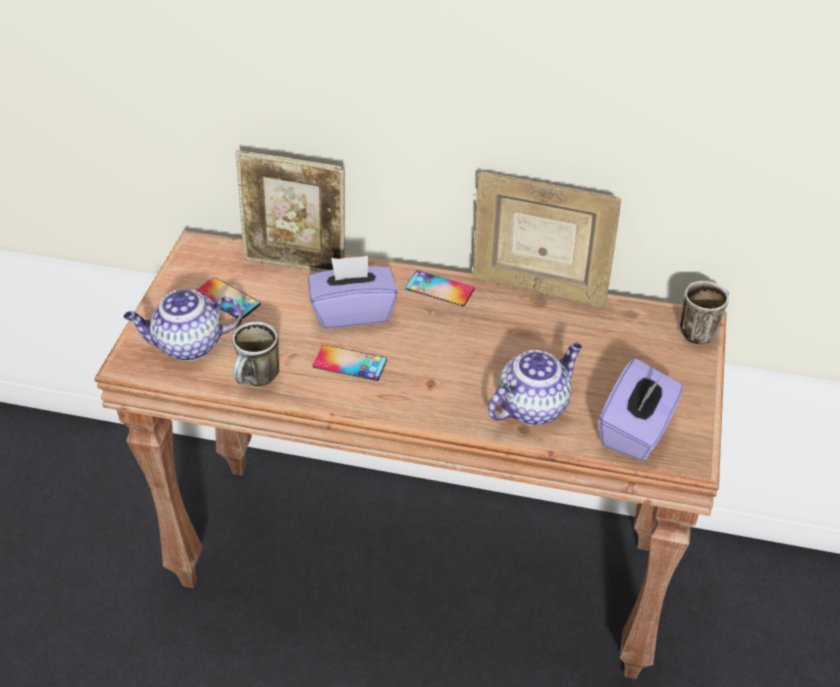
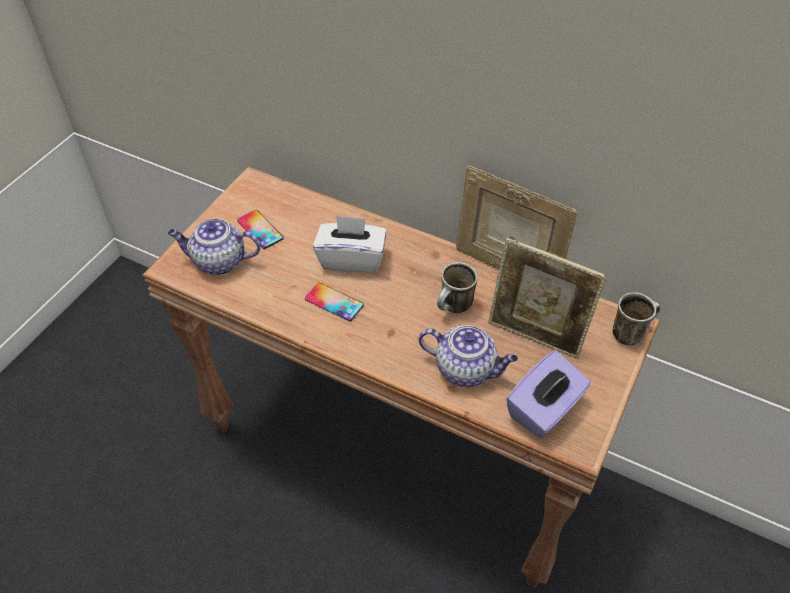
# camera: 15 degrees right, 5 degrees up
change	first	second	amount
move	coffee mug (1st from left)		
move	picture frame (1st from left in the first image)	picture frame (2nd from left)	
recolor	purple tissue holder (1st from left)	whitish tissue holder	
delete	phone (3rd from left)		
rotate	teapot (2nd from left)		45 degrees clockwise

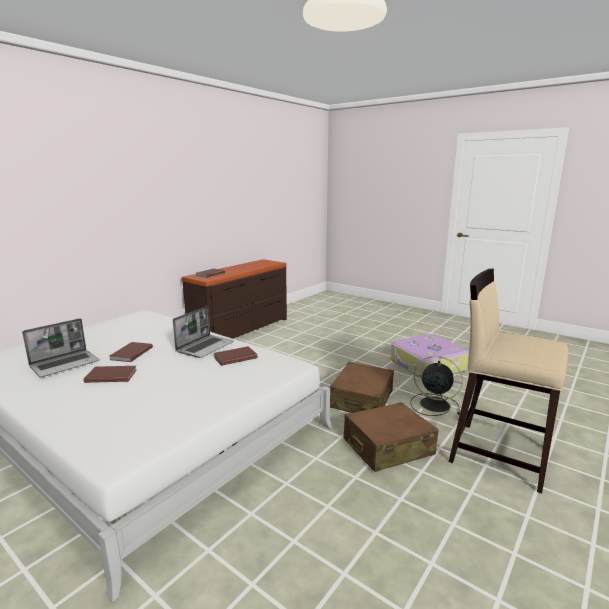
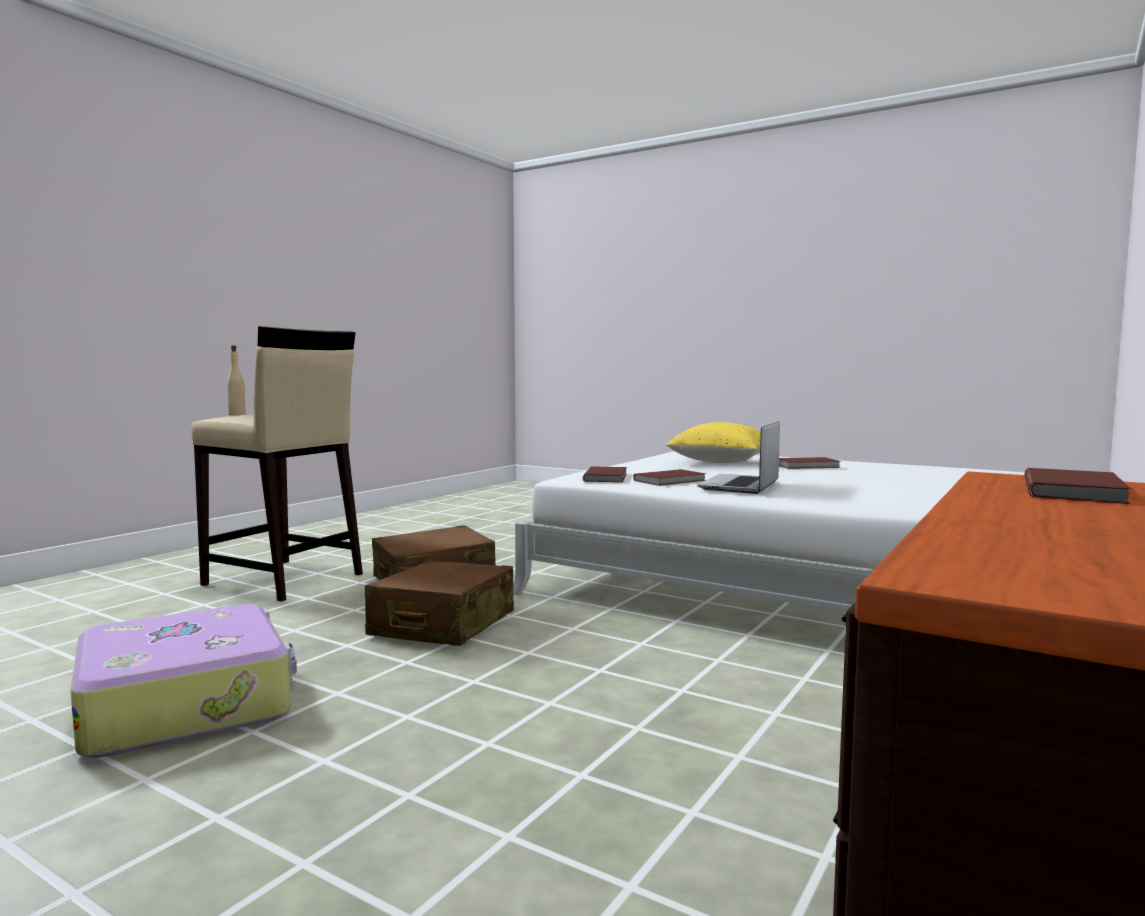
# camera: 175 degrees right, 10 degrees down
change	first	second	amount
delete	notebook computer (1st from left)		
move	brown-coloured bound book (2nd from left in the first image)	brown-coloured bound book (1st from left)	
delete	blackish fan		
insert		sand-coloured drink bottle	
insert		yellowish cushion	

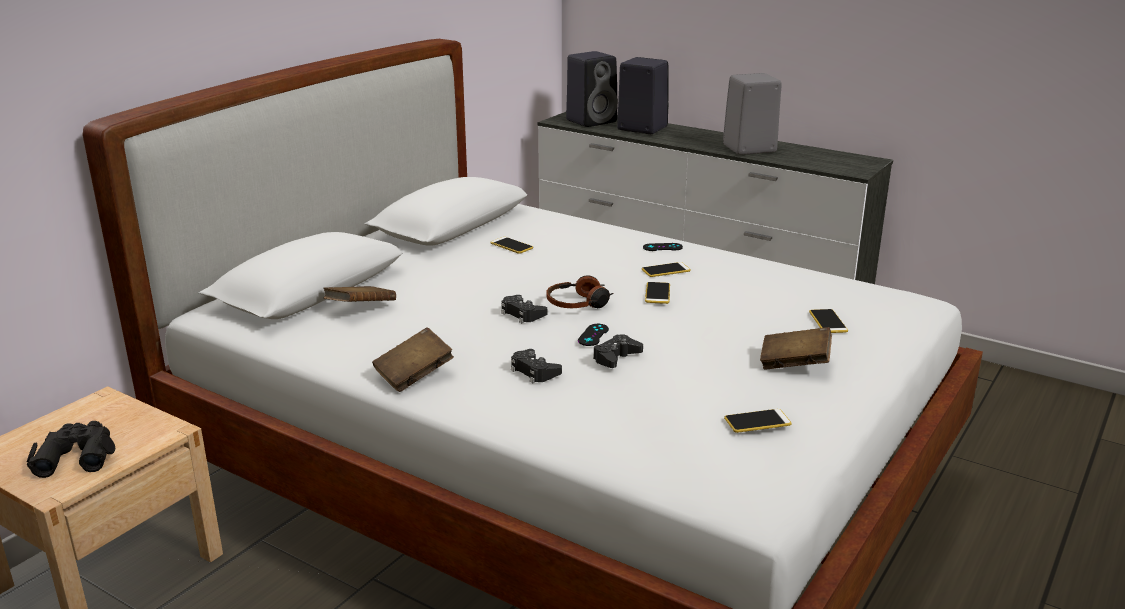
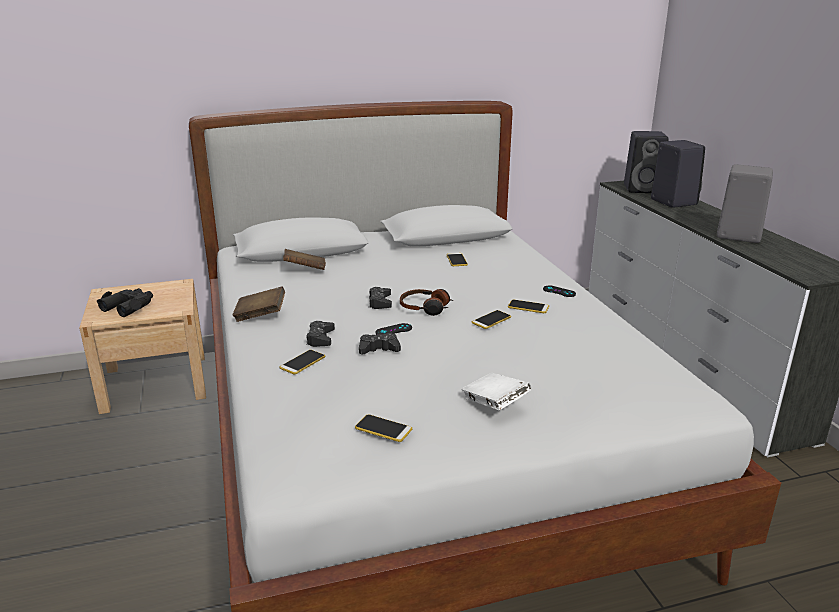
# camera: 40 degrees right, 0 degrees up
change	first	second	amount
recolor	brown-coloured bound book (3rd from left)	whitish bound book	
move	phone (5th from left in the first image)	phone (1st from left)	

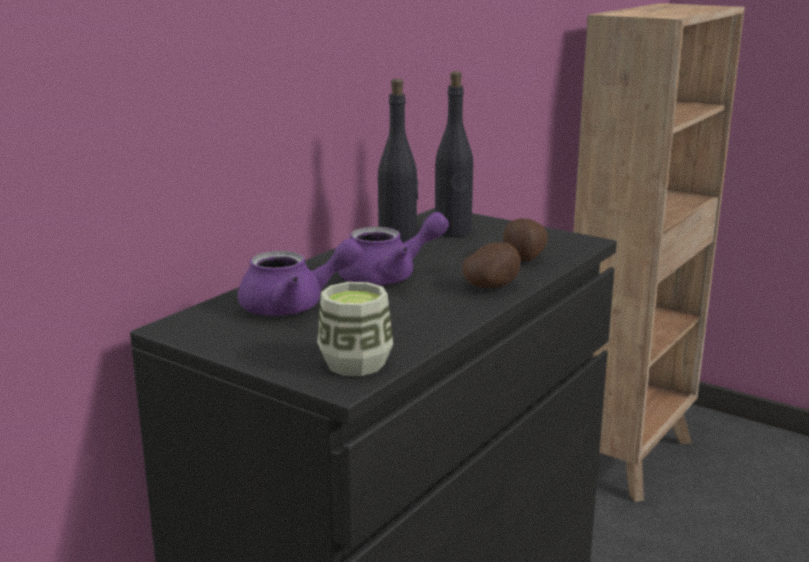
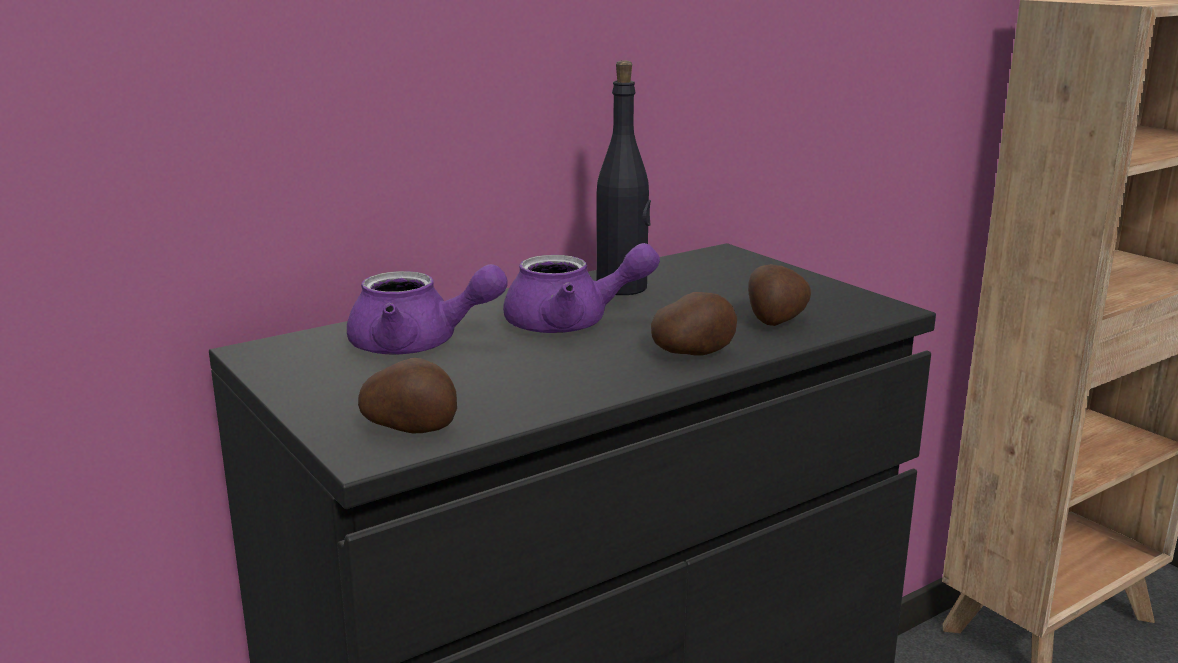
# camera: 20 degrees right, 0 degrees up
change	first	second	amount
replace	drinking cup	potato (1st from left)	
delete	blackish drink bottle (2nd from left)		

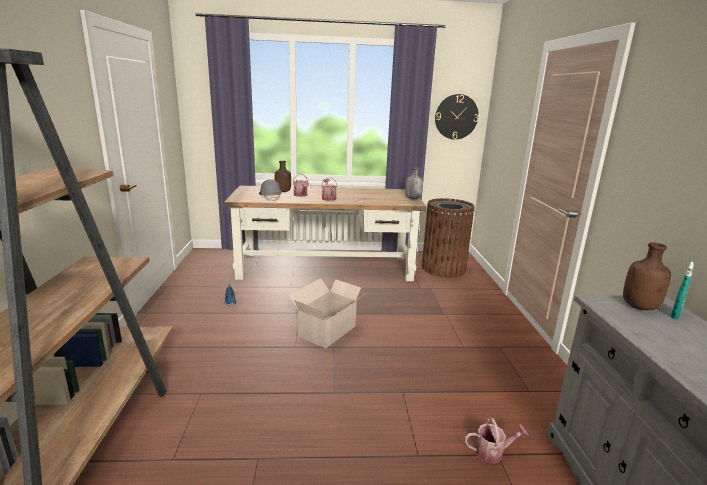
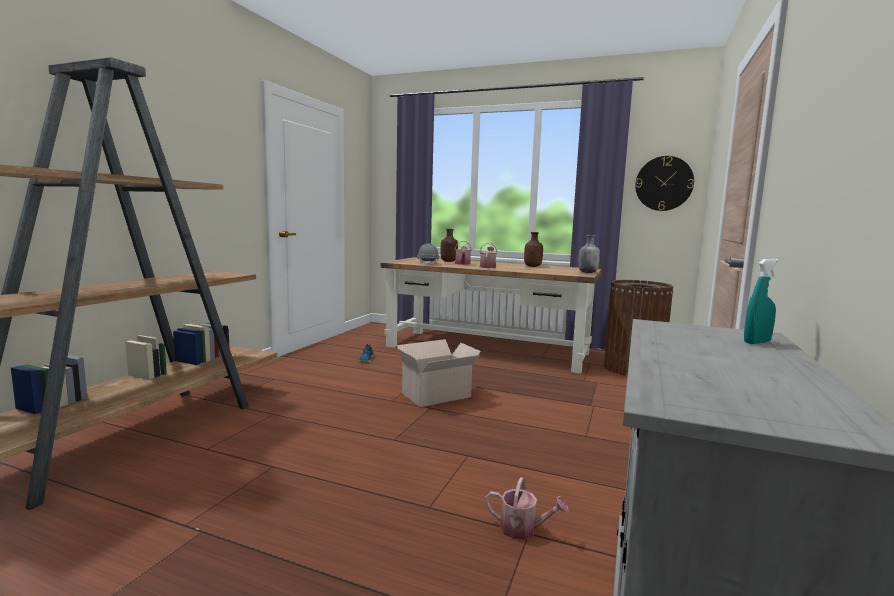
# camera: 25 degrees right, 10 degrees down
change	first	second	amount
move	brown-coloured drink bottle (2nd from left)		

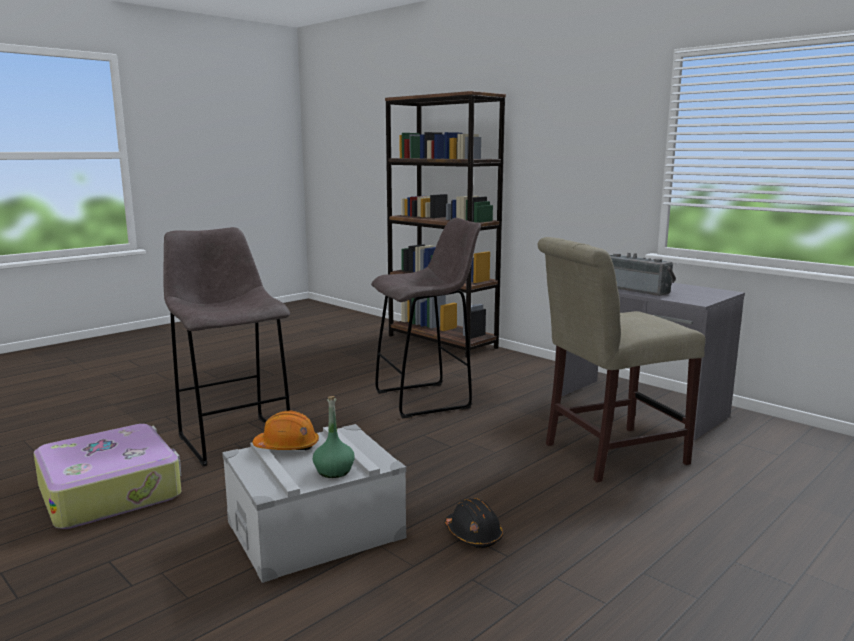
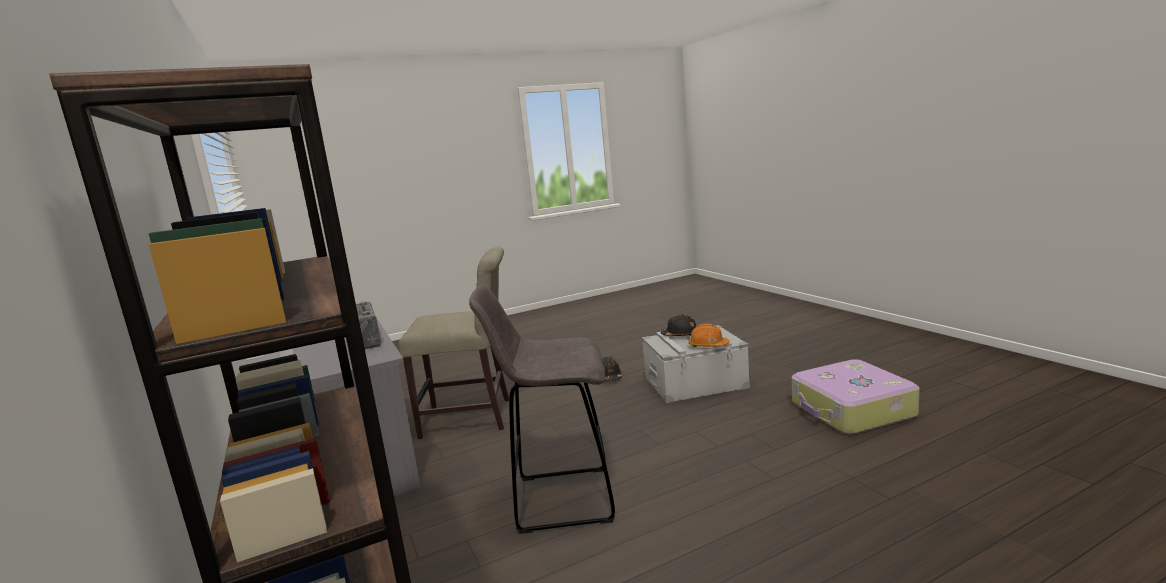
# camera: 160 degrees left, 0 degrees up
change	first	second	amount
delete	greyish sitting stool (1st from left)		
replace	greenish drink bottle	blackish hard hat (2nd from left)	

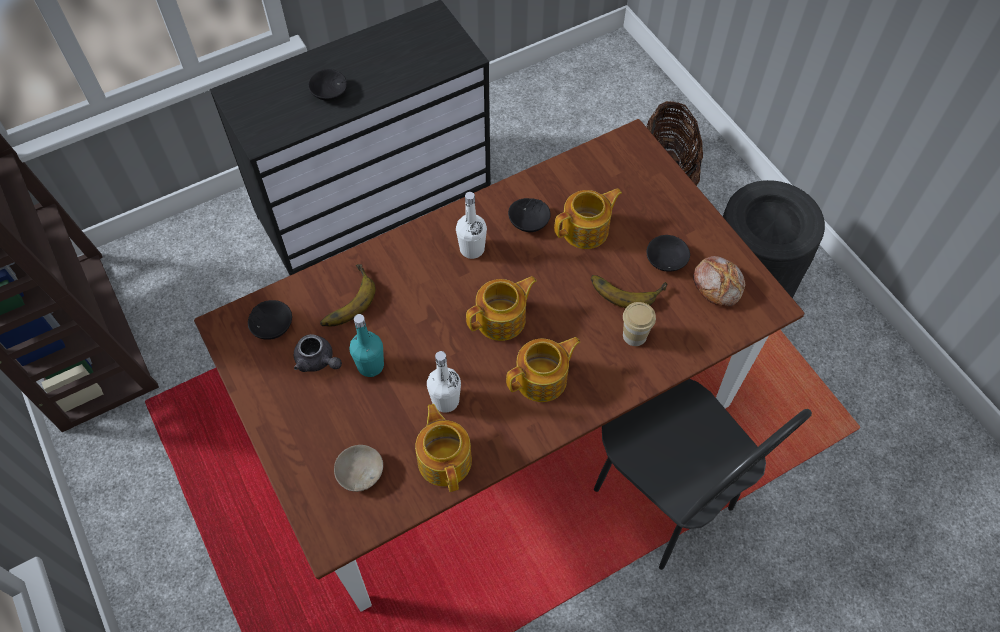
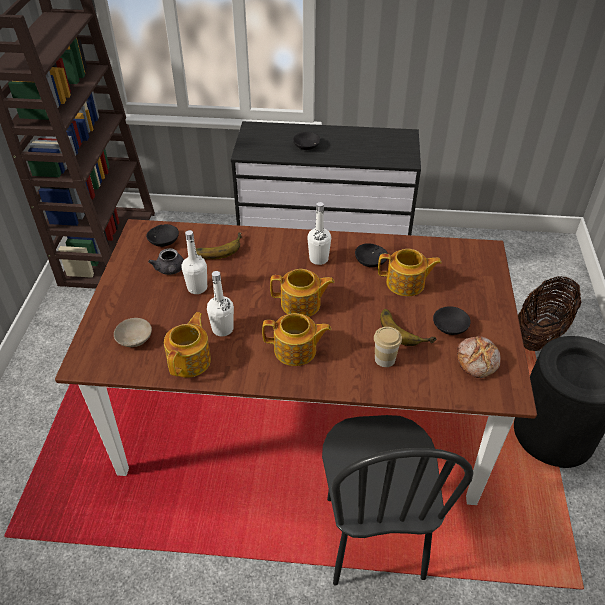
# camera: 35 degrees right, 15 degrees down
change	first	second	amount
recolor	turquoise drink bottle	whitish drink bottle (1st from left)	

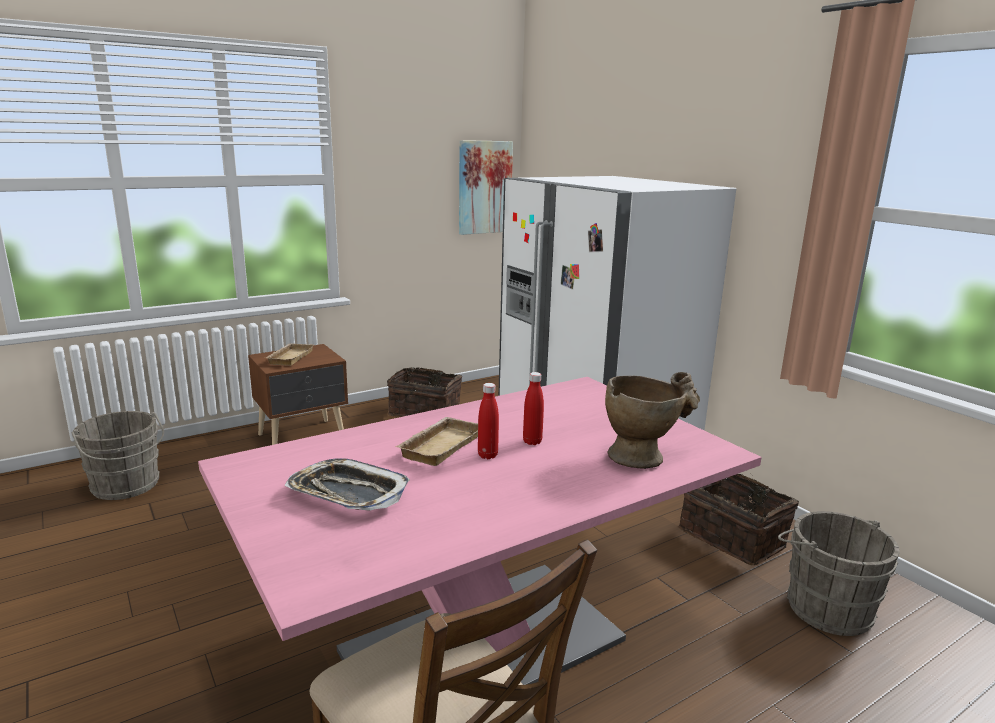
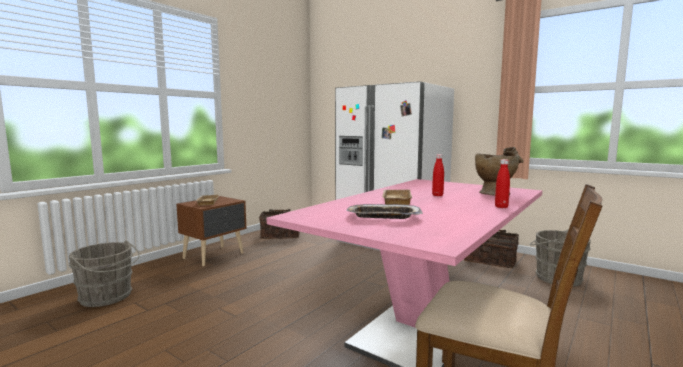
# camera: 20 degrees left, 10 degrees down
change	first	second	amount
delete	wall art		
move	reddish drink bottle (1st from left in the first image)	reddish drink bottle (2nd from left)	

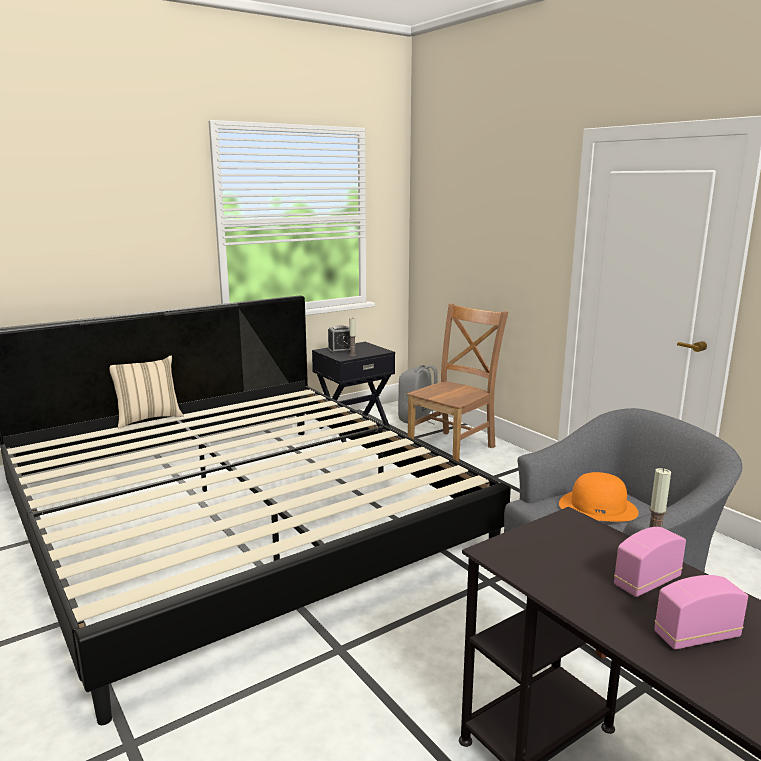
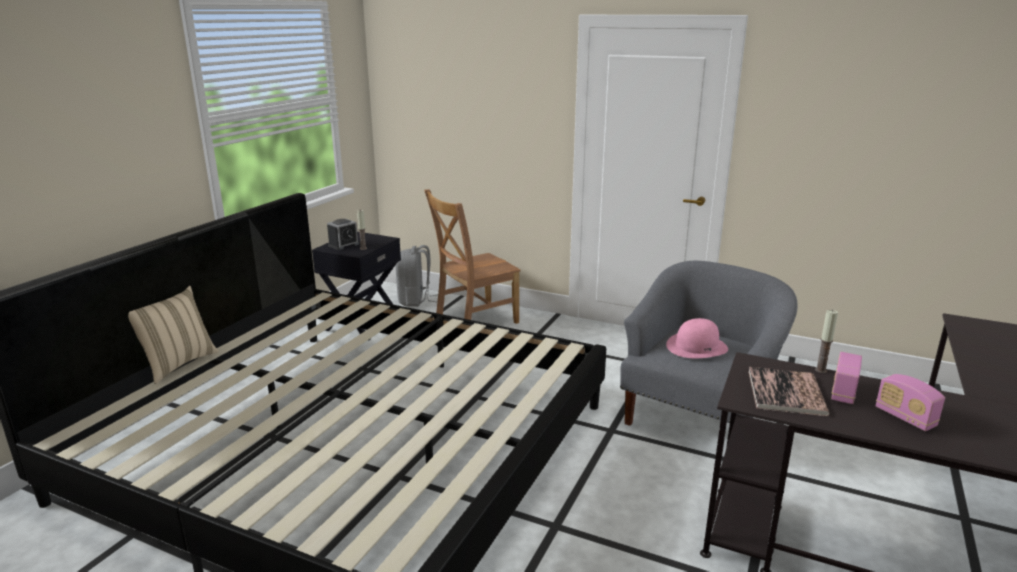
# camera: 30 degrees left, 5 degrees up
change	first	second	amount
rotate	brown-coloured plain chair		135 degrees counterclockwise
recolor	orange-coloured hat	pink hat	
rotate	radio set (2nd from left)		75 degrees counterclockwise
insert		bound book	

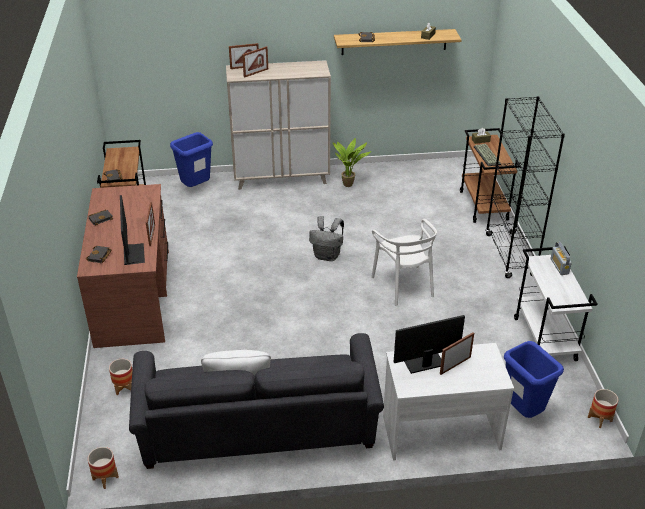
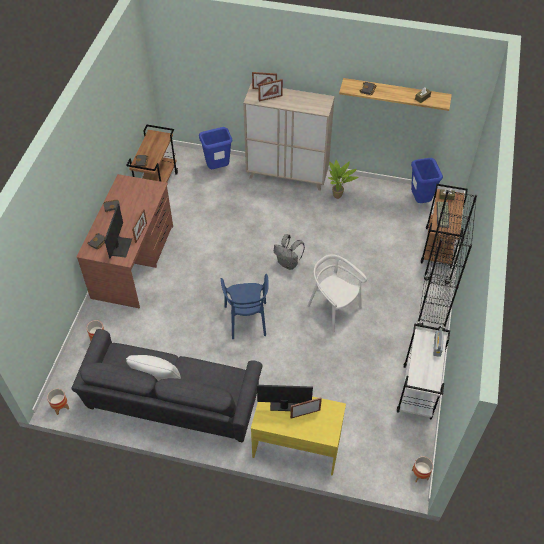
# camera: 20 degrees right, 15 degrees up
change	first	second	amount
rotate	whitish plain chair		135 degrees clockwise
recolor	whitish desk	yellowish desk	
move	blue trash can (2nd from left)		
insert		blue plain chair	

